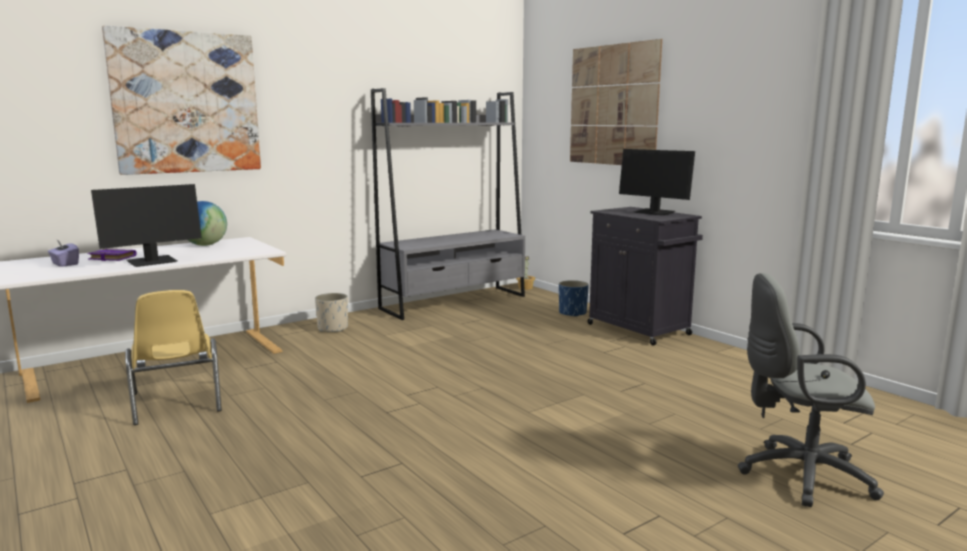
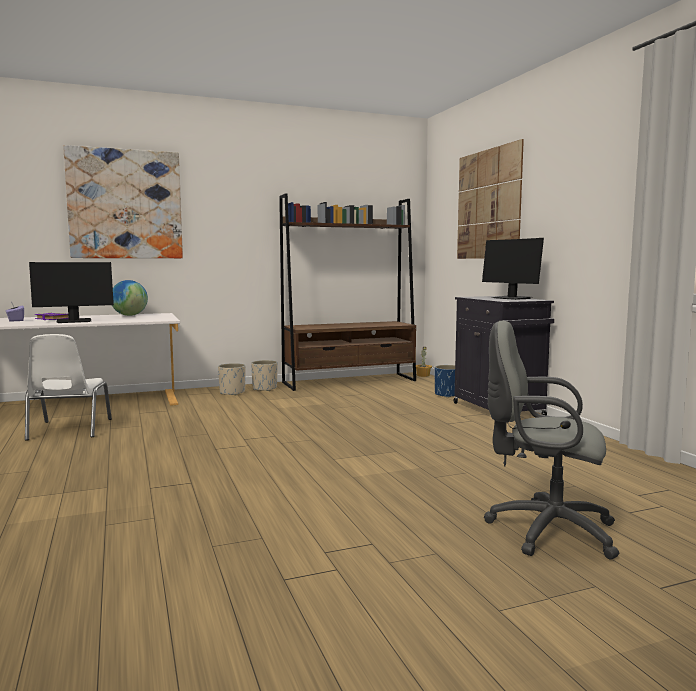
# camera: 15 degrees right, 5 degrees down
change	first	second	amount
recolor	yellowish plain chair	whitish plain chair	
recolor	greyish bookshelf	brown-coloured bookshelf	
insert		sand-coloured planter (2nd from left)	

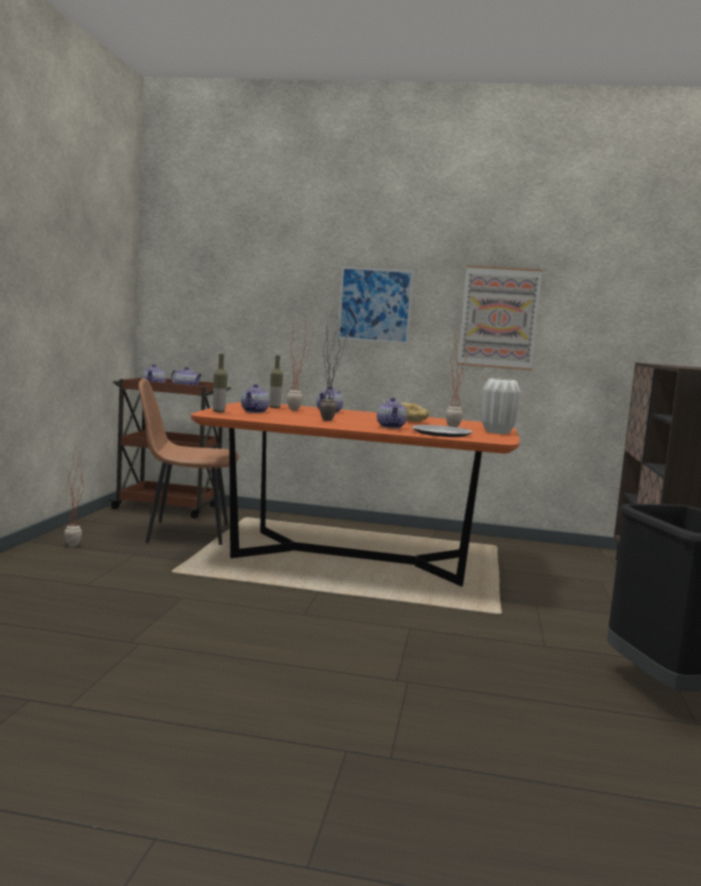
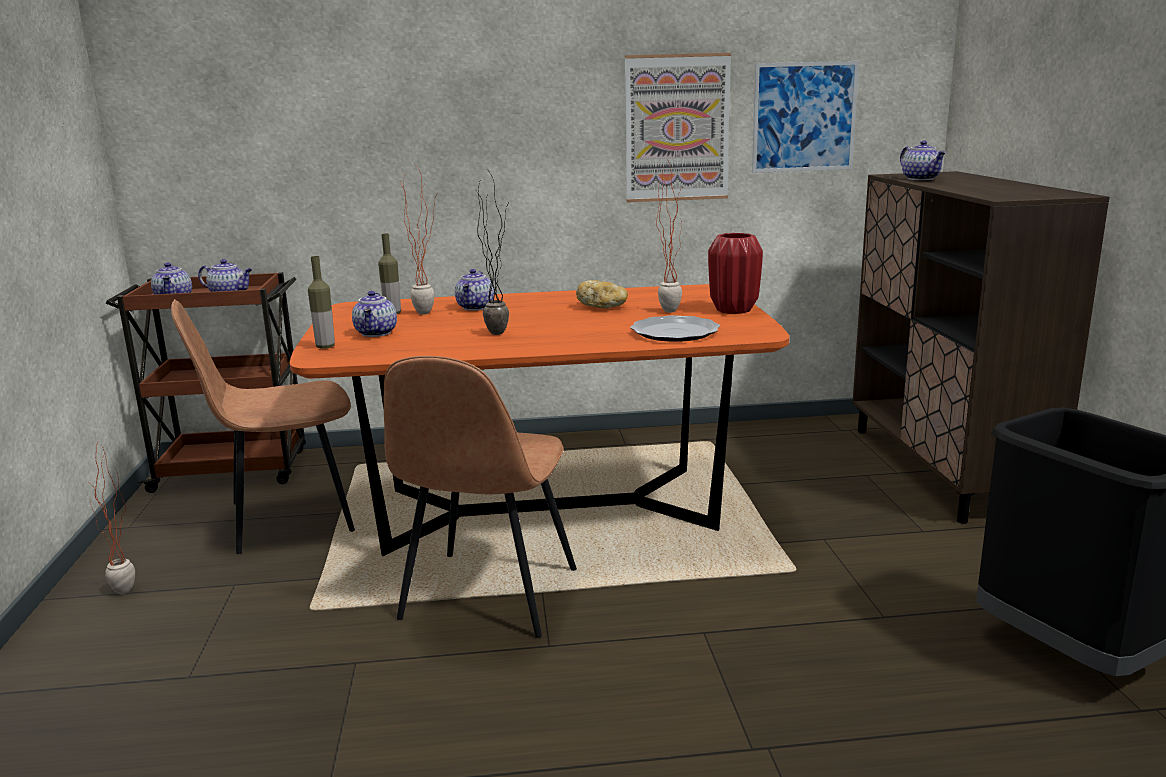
# camera: 15 degrees left, 10 degrees up
change	first	second	amount
move	wall art (1st from left in the first image)	wall art (2nd from left)	
move	teapot (5th from left)		
recolor	whitish flower vase	reddish flower vase	
insert		brown-coloured plain chair (2nd from left)	

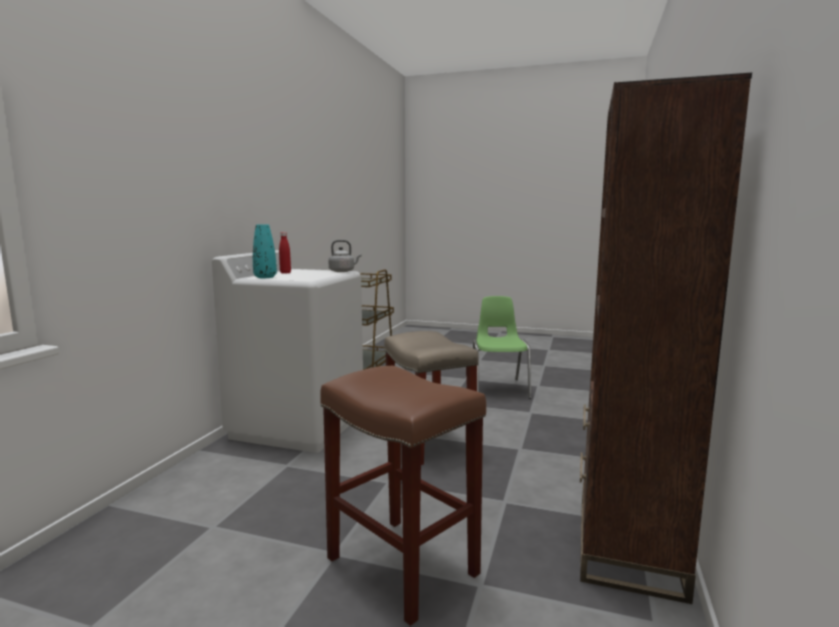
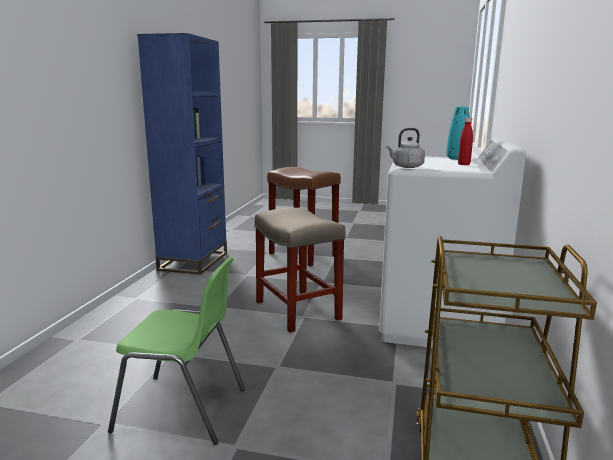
# camera: 175 degrees right, 5 degrees up
change	first	second	amount
rotate	greenish plain chair		75 degrees counterclockwise
recolor	brown-coloured bookshelf	blue bookshelf	

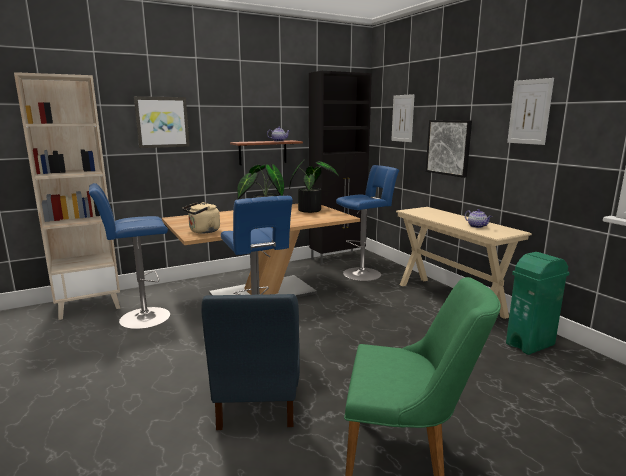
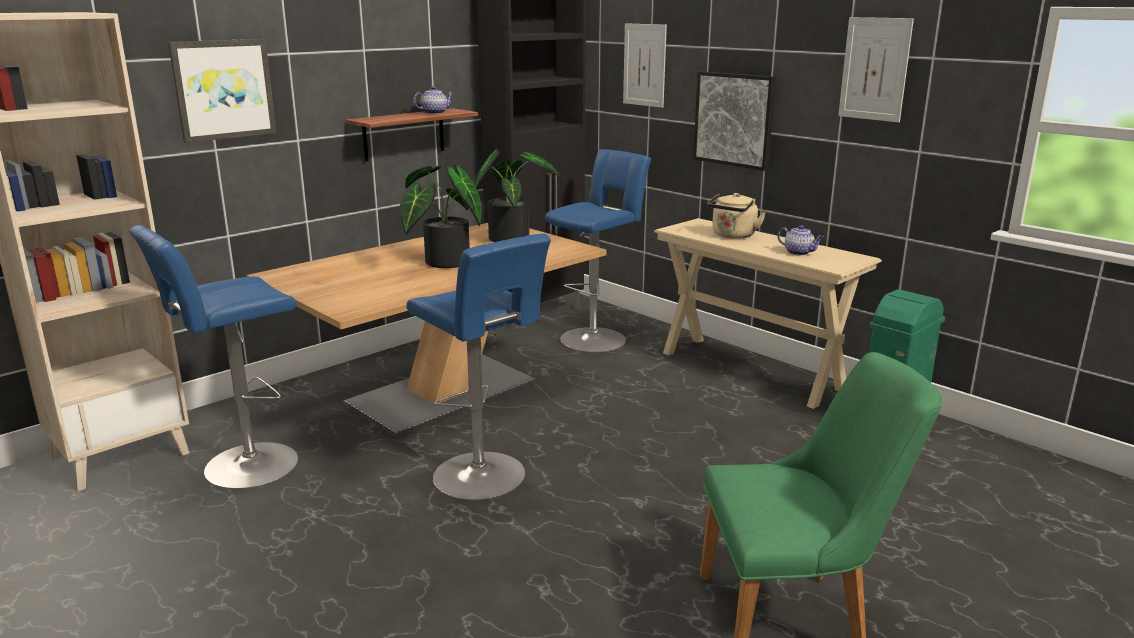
# camera: 15 degrees left, 5 degrees up
change	first	second	amount
move	sand-coloured water kettle		
delete	blue plain chair		

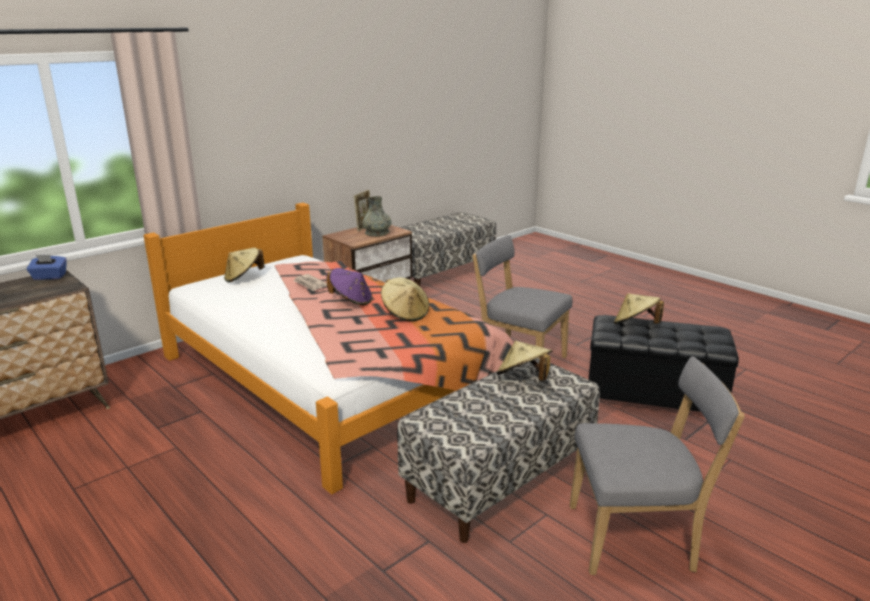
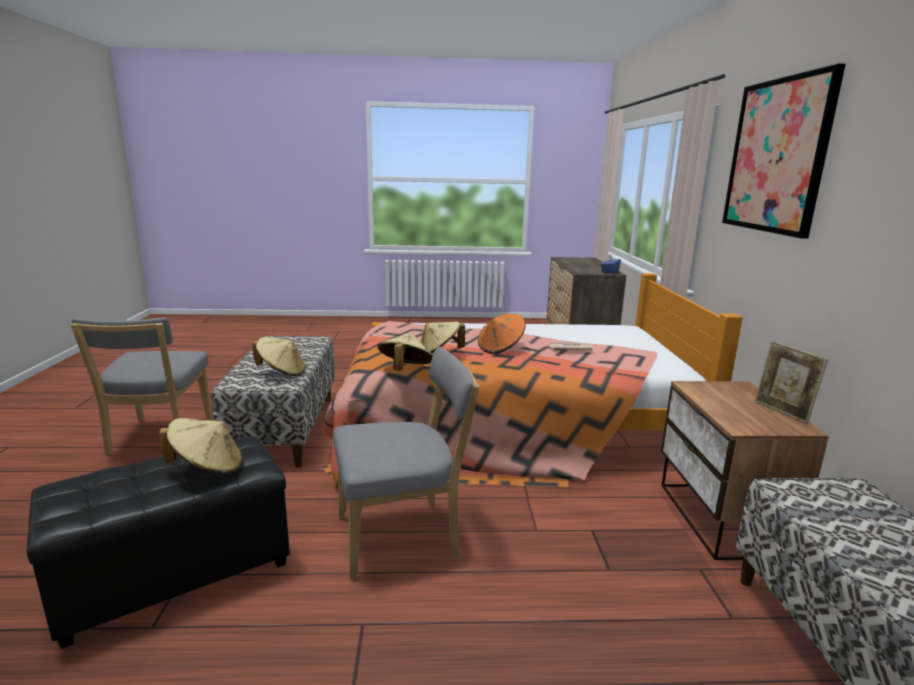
# camera: 130 degrees right, 5 degrees down
change	first	second	amount
move	sand-coloured hat (1st from left in the first image)	sand-coloured hat (3rd from left)	
recolor	purple hat	orange-coloured hat	
delete	greyish flower vase		
rotate	greyish plain chair (2nd from left in the first image)	greyish plain chair (1st from left)	45 degrees counterclockwise
insert		wall art	

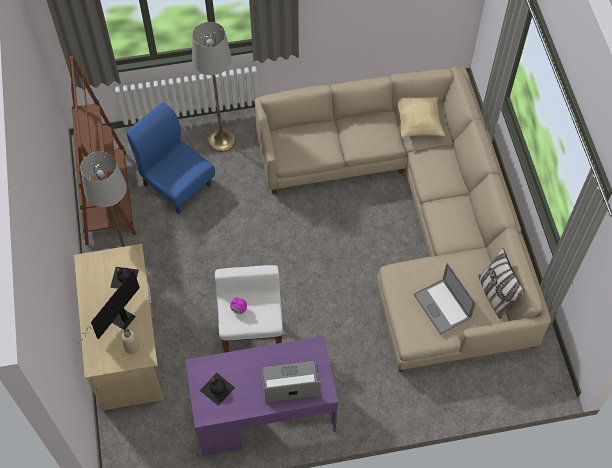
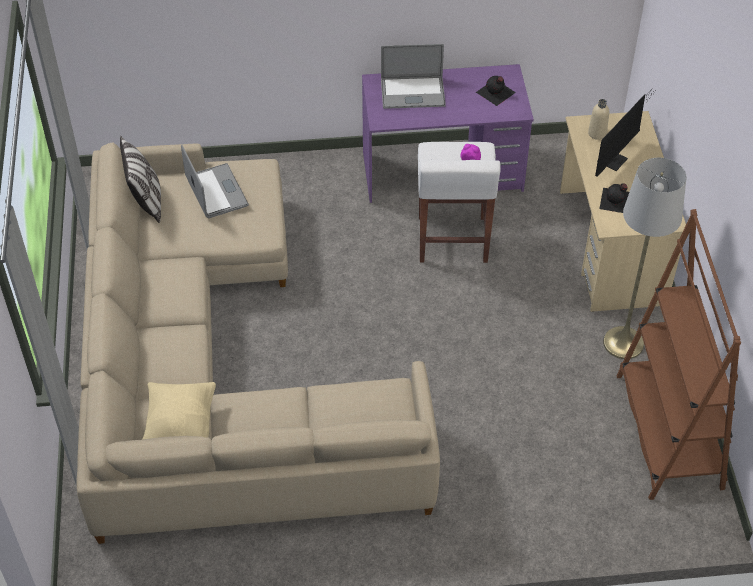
# camera: 175 degrees left, 10 degrees down
change	first	second	amount
delete	blue plain chair		
delete	greyish standing lamp (2nd from left)		

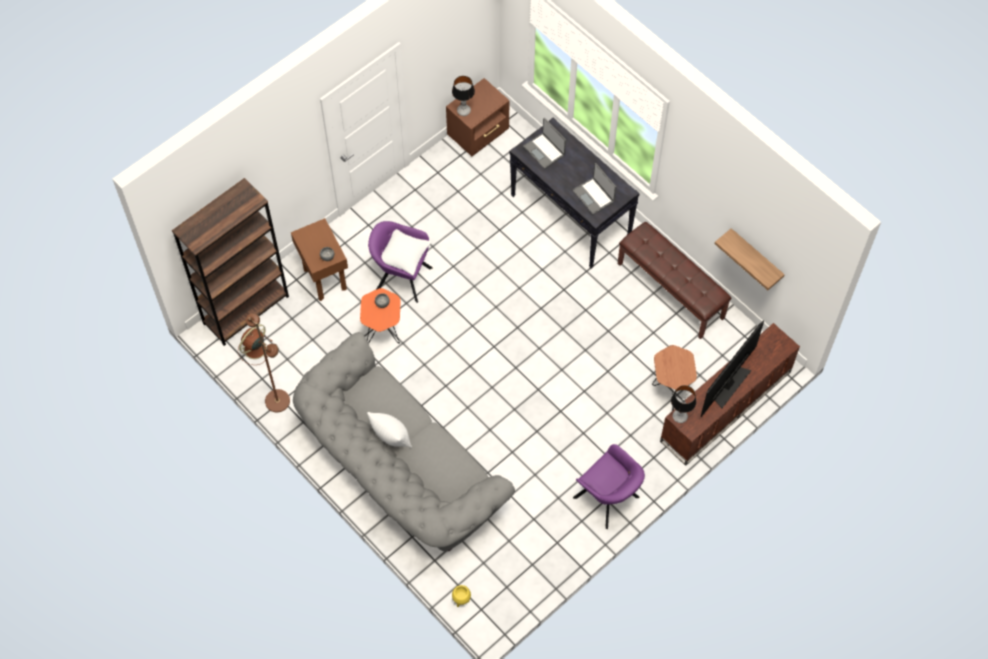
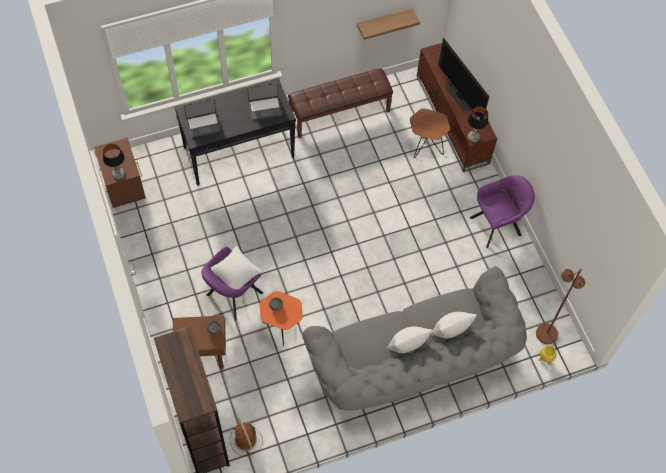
# camera: 70 degrees left, 0 degrees up
change	first	second	amount
move	brown-coloured standing lamp		
insert		whitish cushion (3rd from left)	

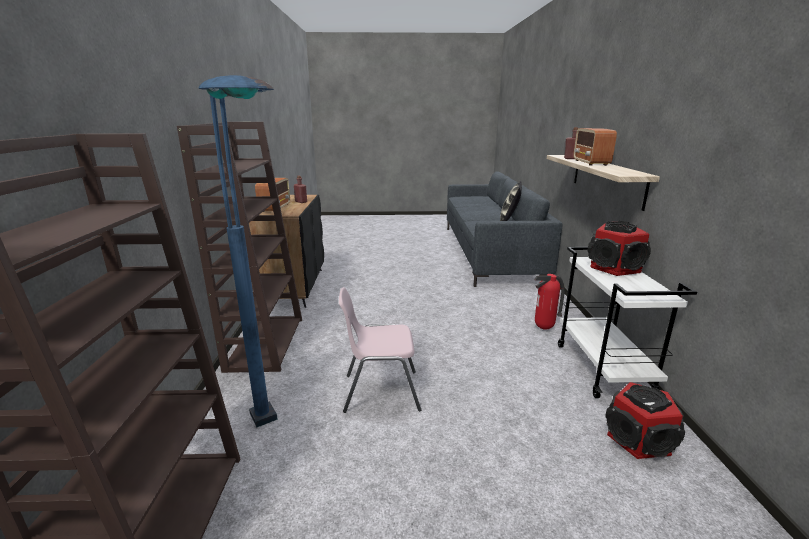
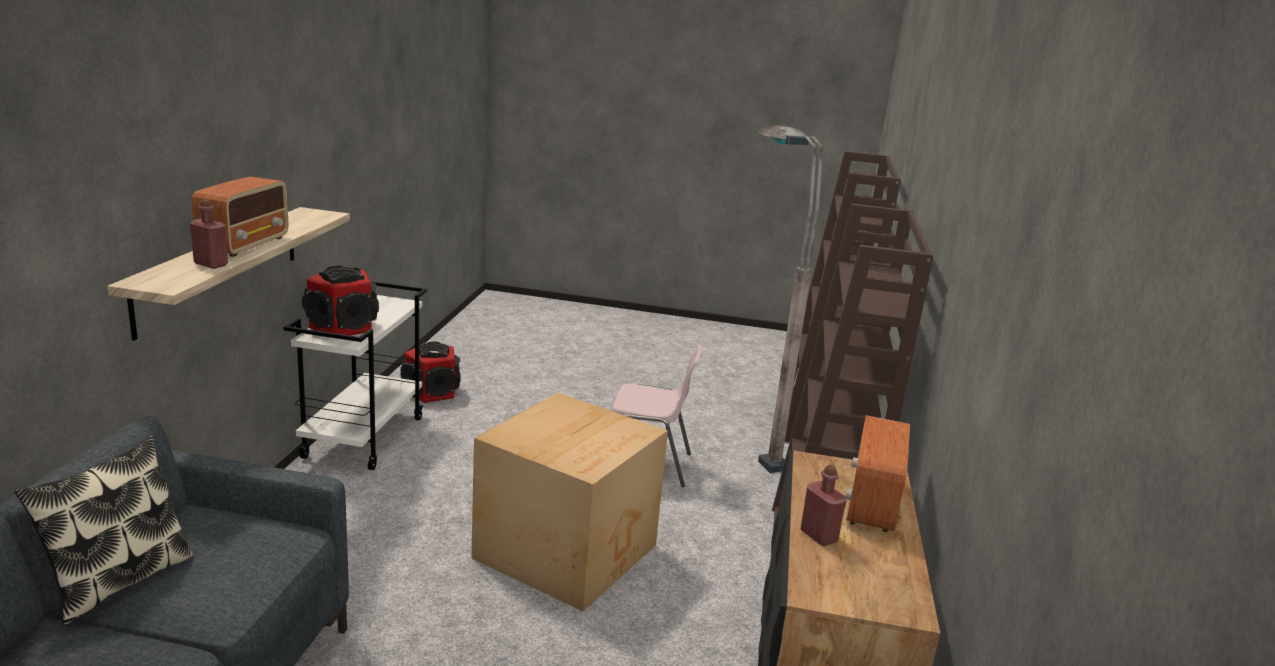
# camera: 170 degrees left, 0 degrees up
change	first	second	amount
recolor	blue standing lamp	greyish standing lamp	
delete	extinguisher		
insert		cardboard box	

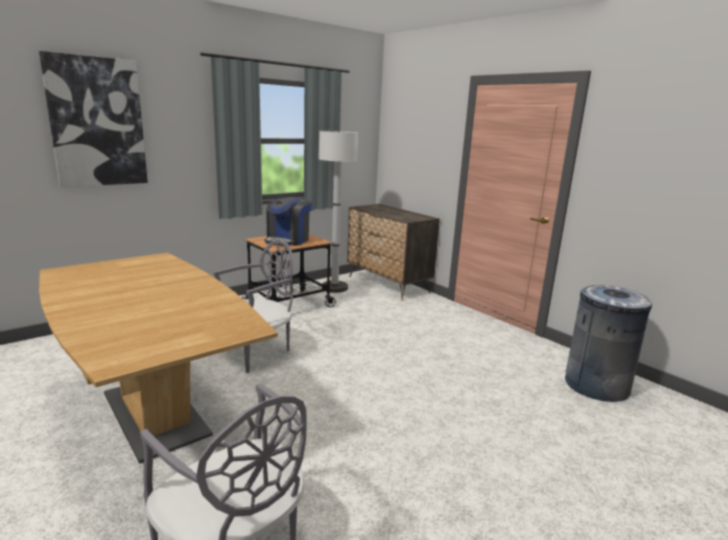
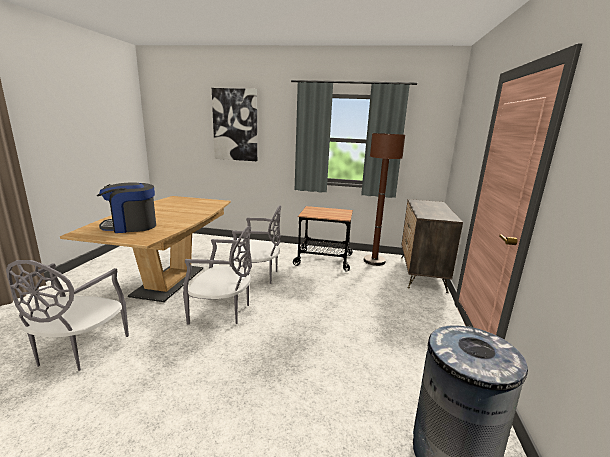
# camera: 50 degrees right, 0 degrees up
change	first	second	amount
move	coffee maker		
recolor	whitish standing lamp	brown-coloured standing lamp	
insert		greyish plain chair (2nd from left)	

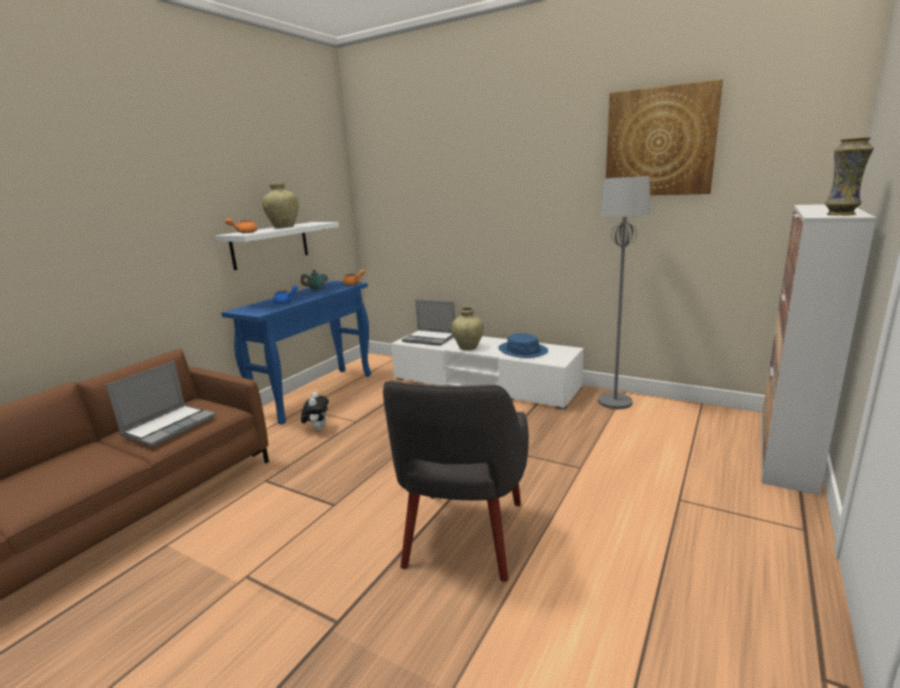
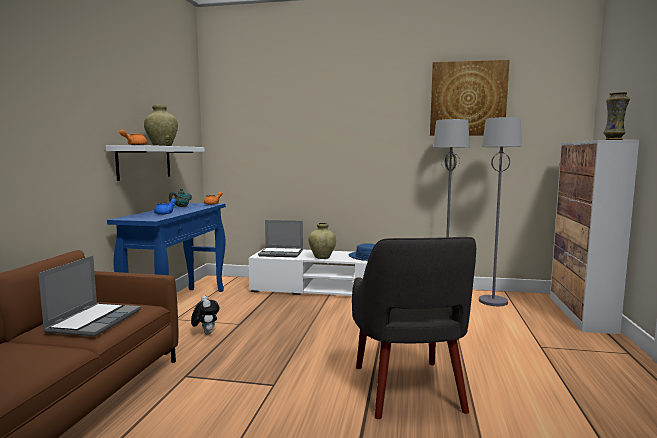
# camera: 20 degrees left, 10 degrees down
change	first	second	amount
insert		greyish standing lamp (2nd from left)	

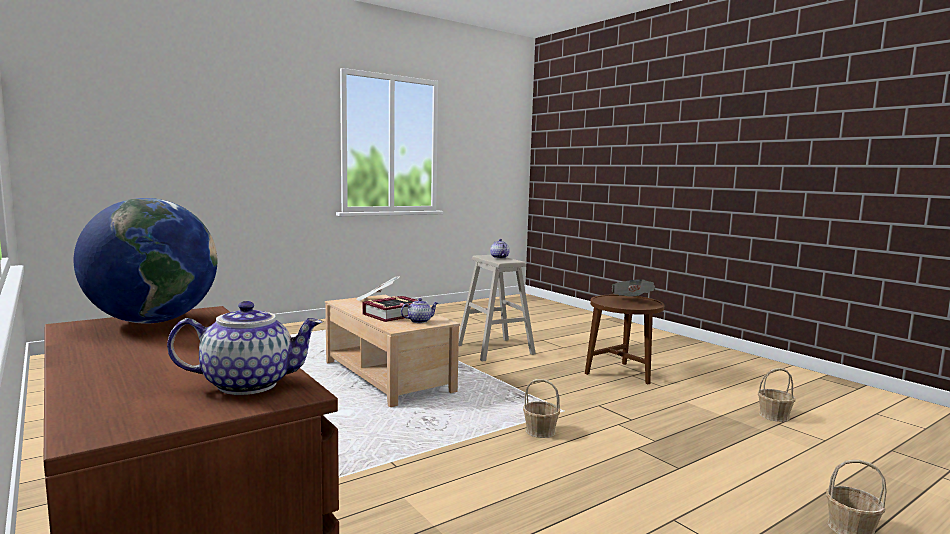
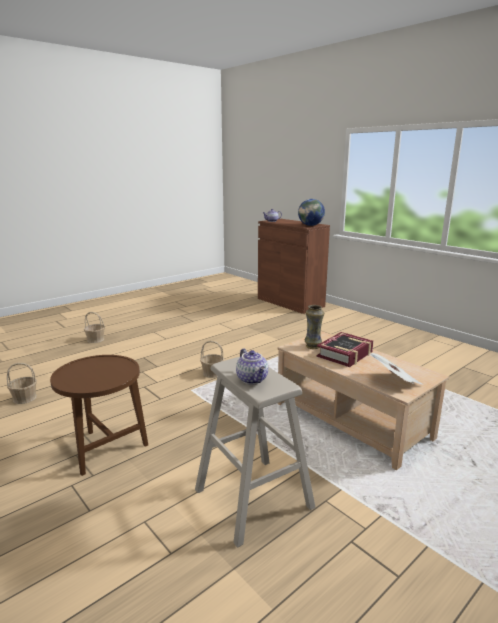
# camera: 175 degrees right, 10 degrees up
change	first	second	amount
replace	teapot (2nd from left)	flower vase	
delete	newspaper (2nd from left)		

